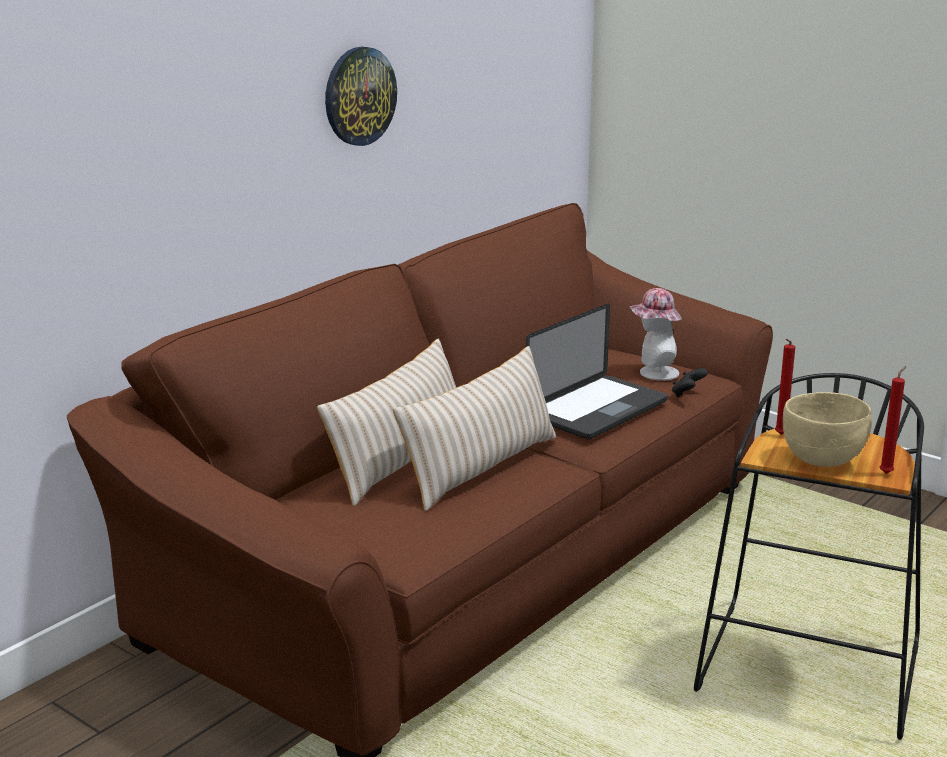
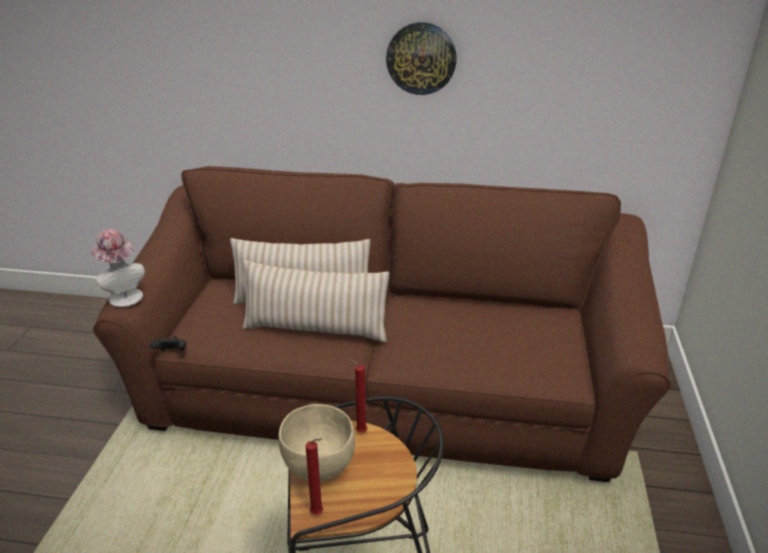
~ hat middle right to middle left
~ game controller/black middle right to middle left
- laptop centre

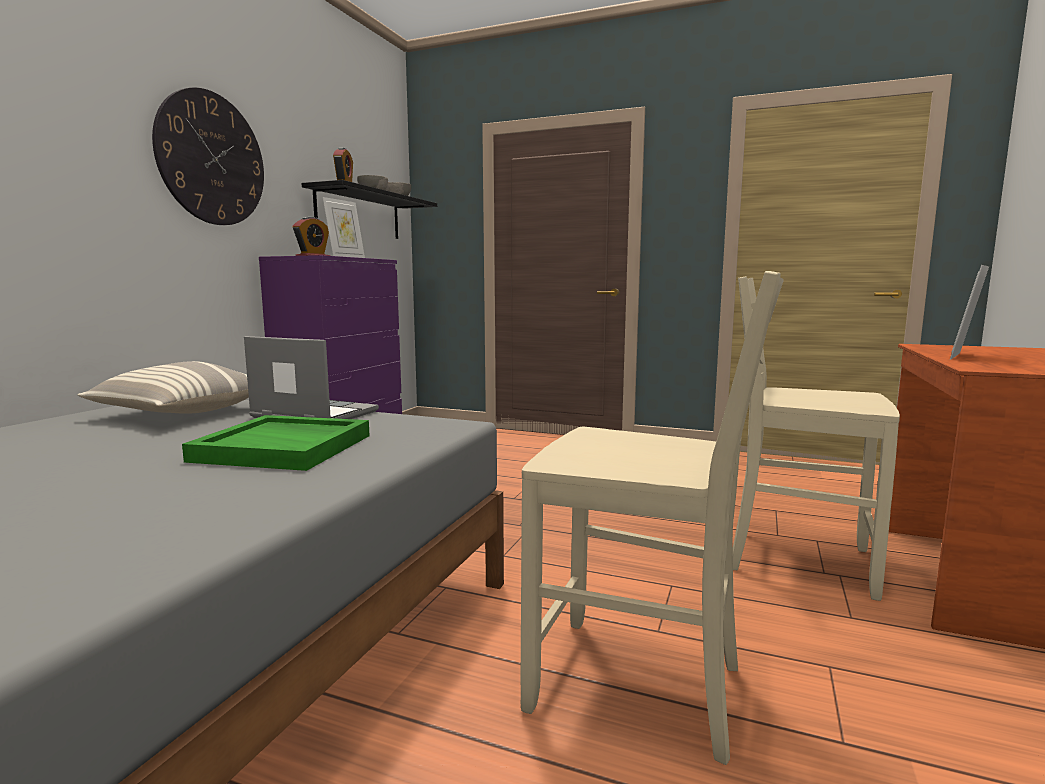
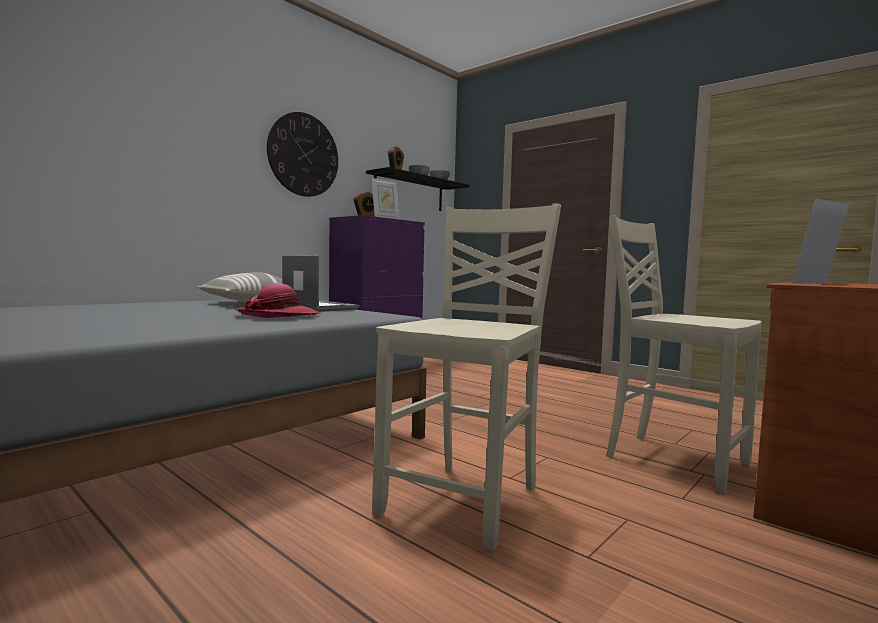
~ tray/green middle left to hat middle left
~ chair/beige (1st from left) centre = centre 105 degrees counterclockwise

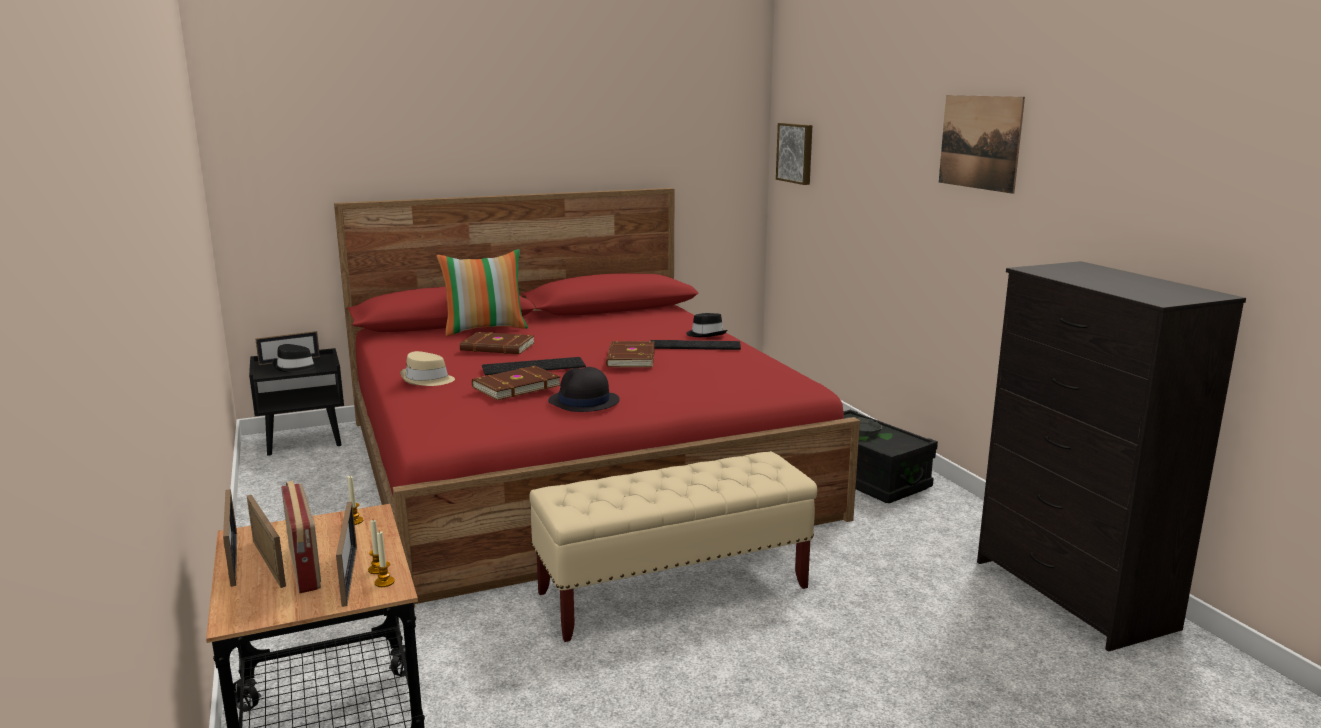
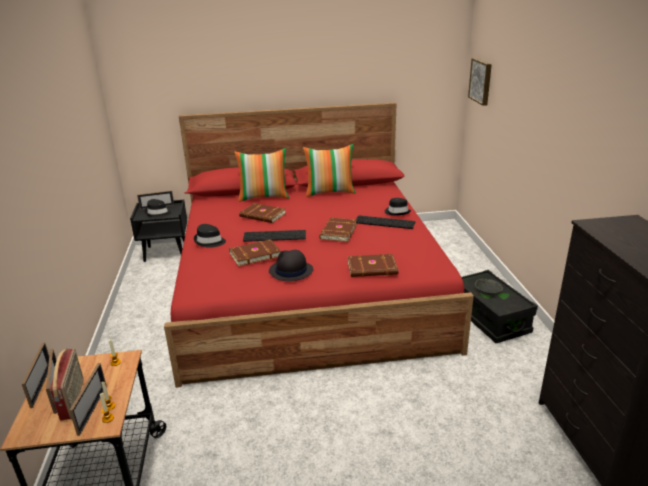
~ hat/beige middle left to hat/black (2nd from left) middle left
+ pillow (2nd from left) centre
+ book/brown (4th from left) centre
- bench/beige bottom centre
- picture (2nd from left) top right

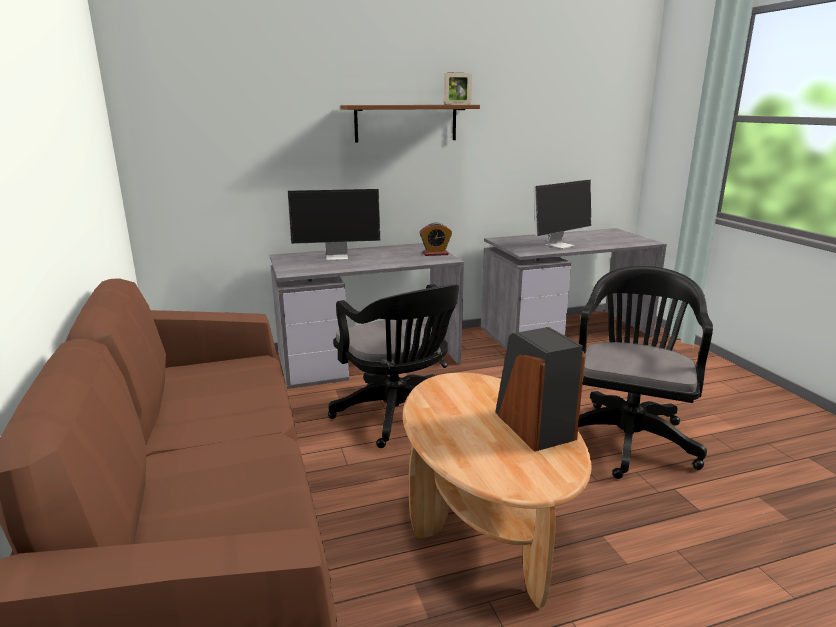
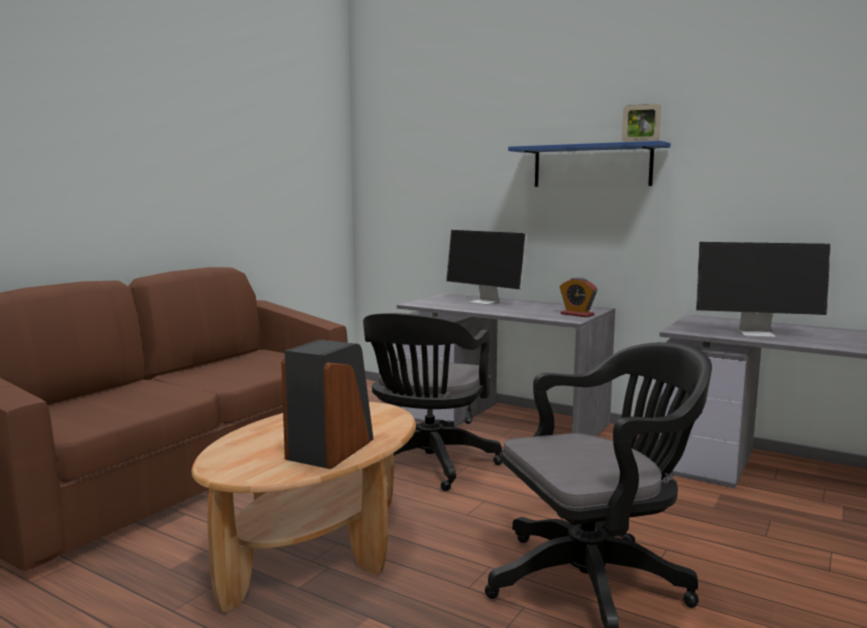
~ shelf/brown top centre to shelf/blue top right

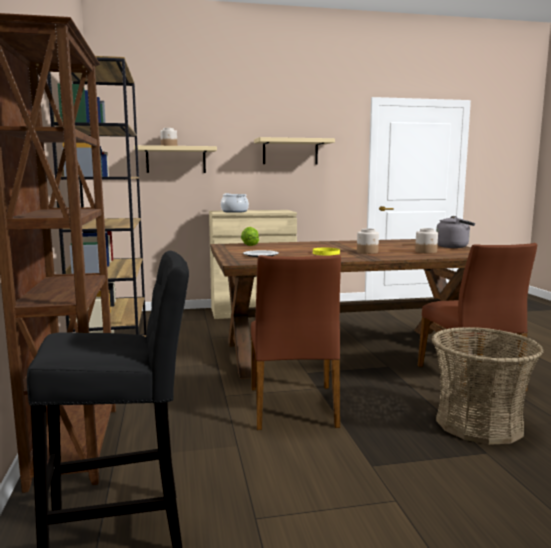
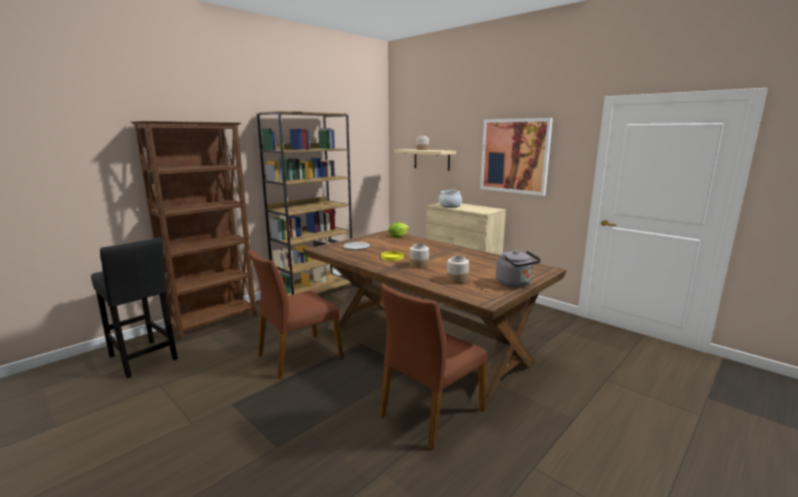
~ shelf/beige (2nd from left) top centre to picture top centre
- basket bottom right

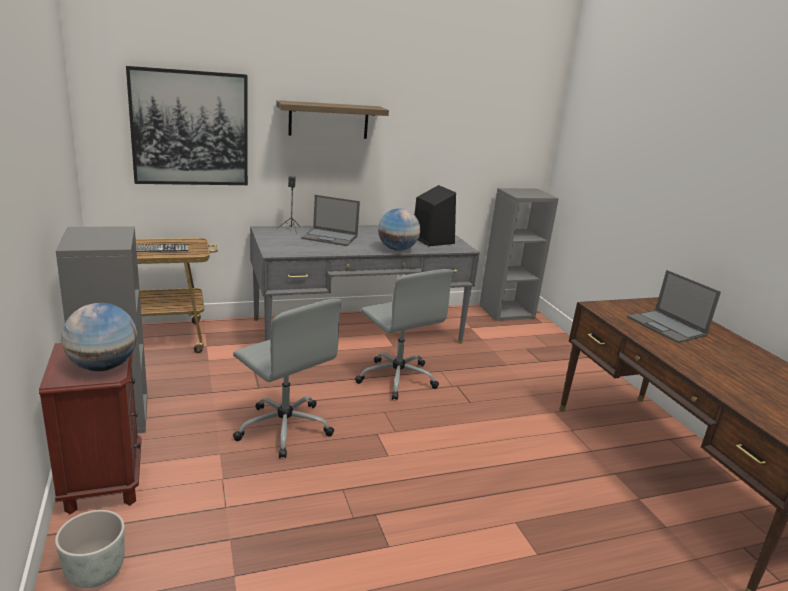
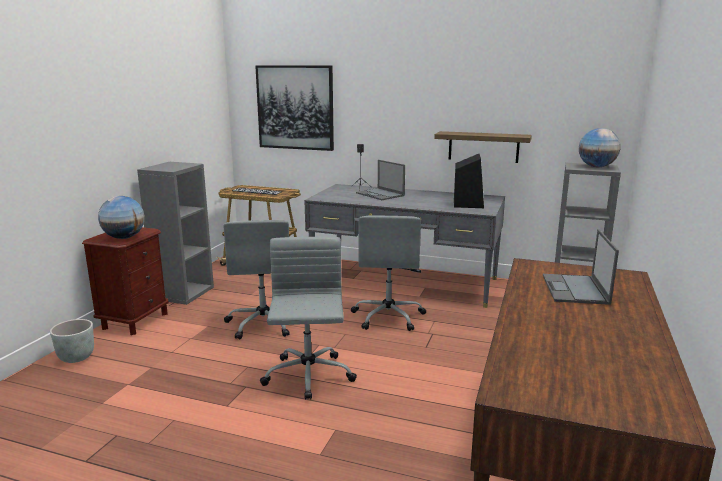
+ office chair/grey (2nd from left) centre
~ shelf top centre to top right
~ globe (2nd from left) centre to top right

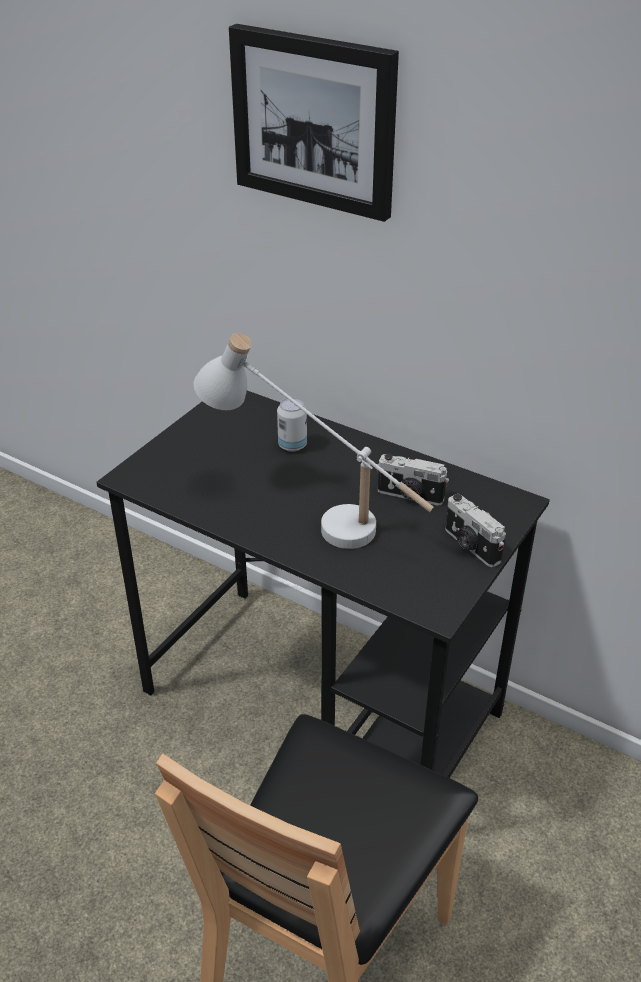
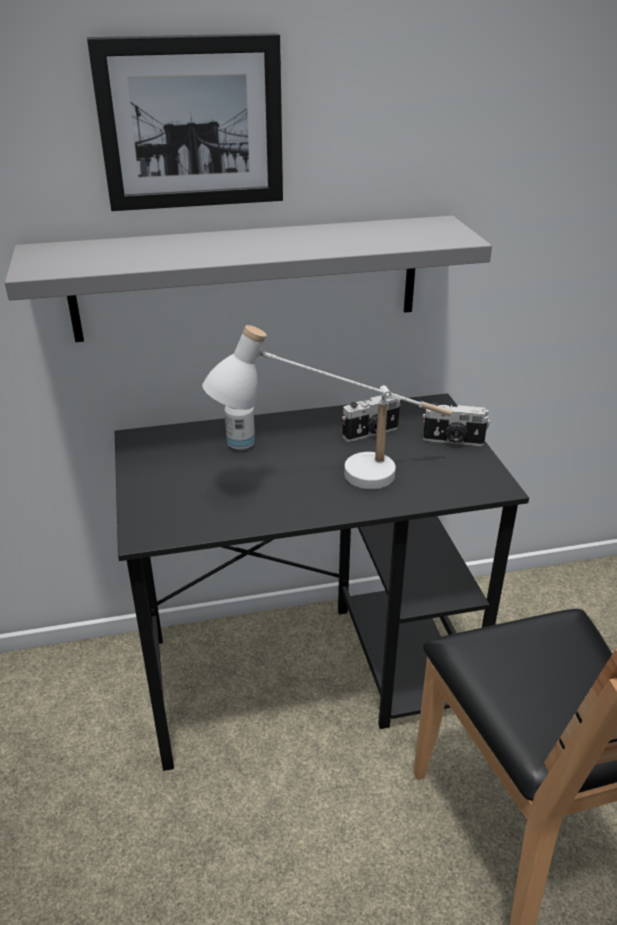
+ shelf/grey top centre

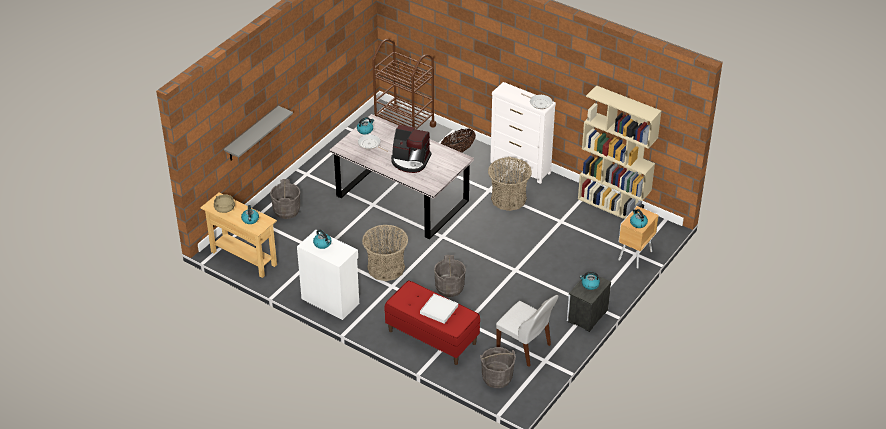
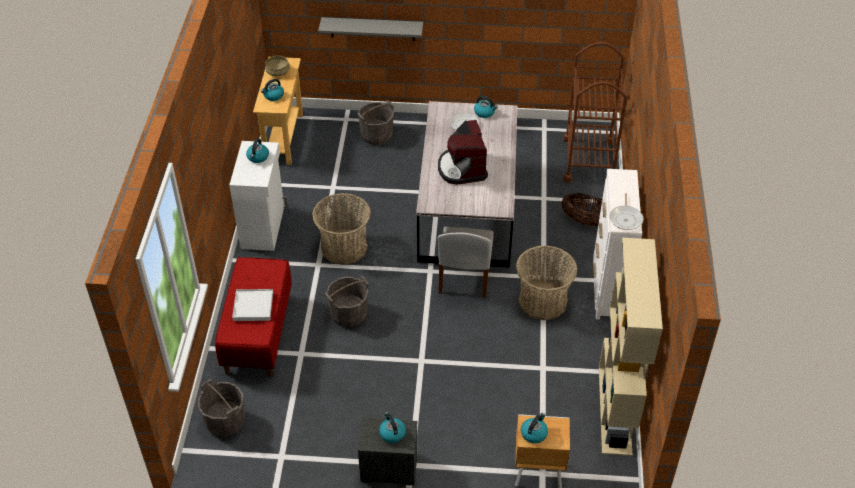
~ chair/white bottom centre to centre

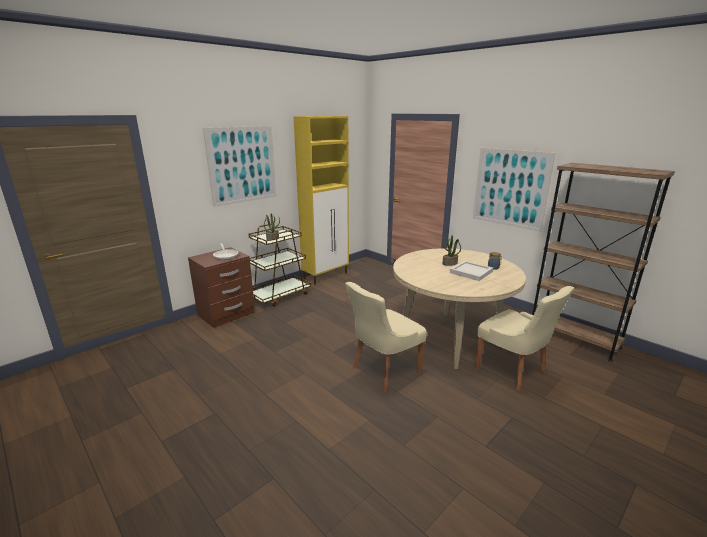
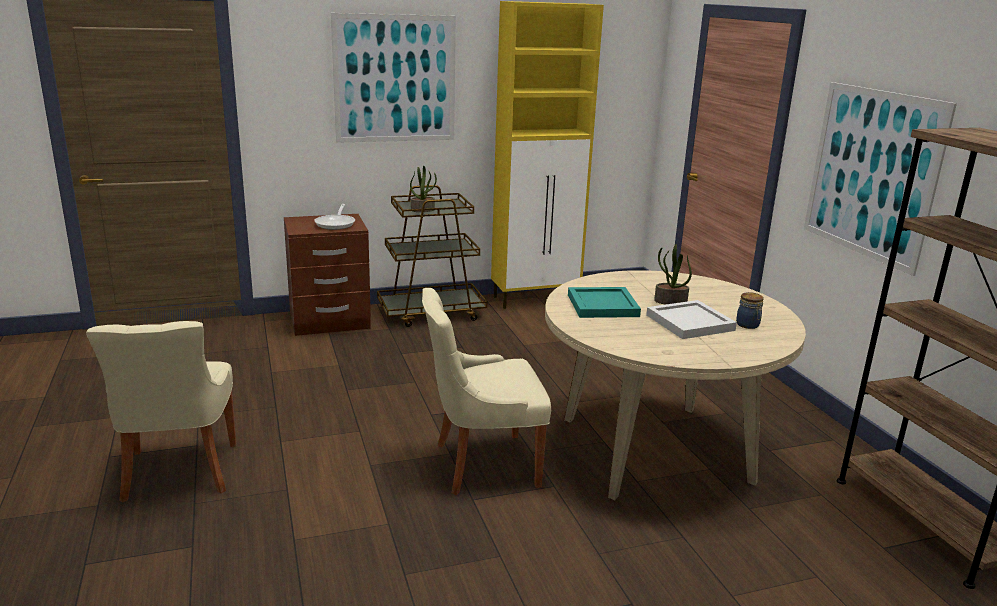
~ chair/beige (2nd from left in the first image) middle right to chair/beige (1st from left) bottom left
+ tray/turquoise centre

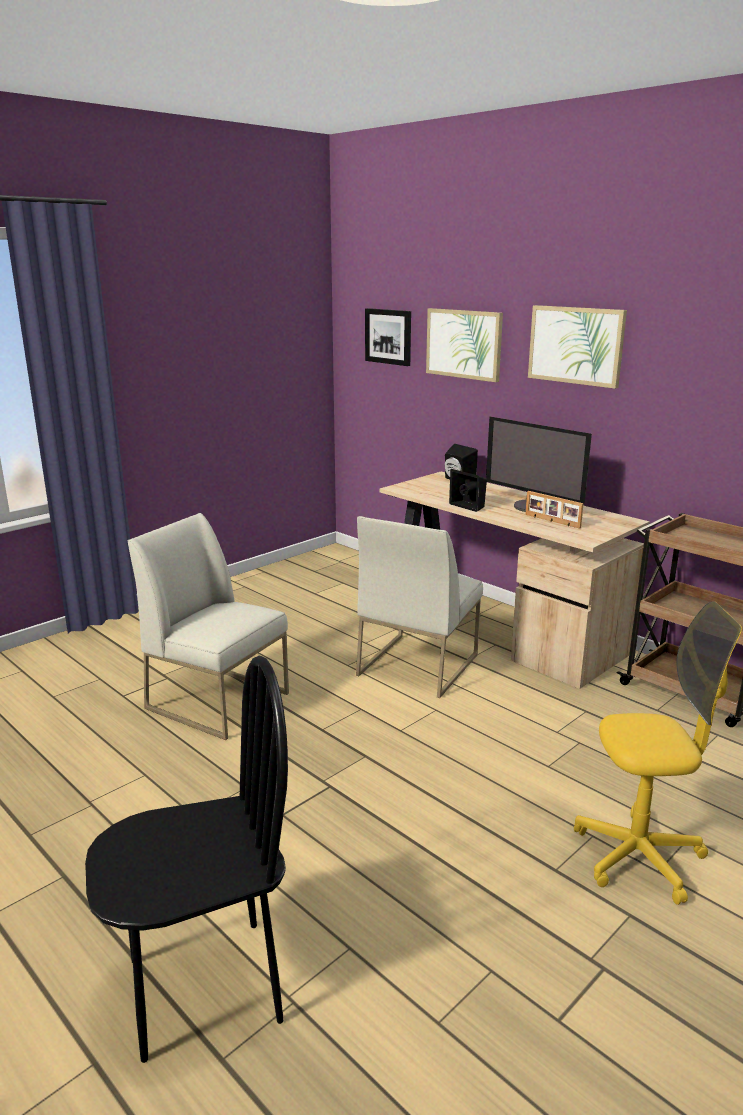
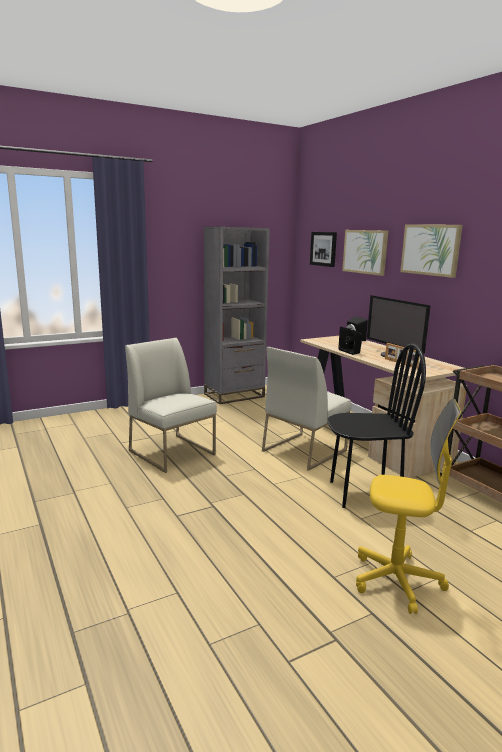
+ bookcase/grey centre
~ chair/black bottom left to middle right

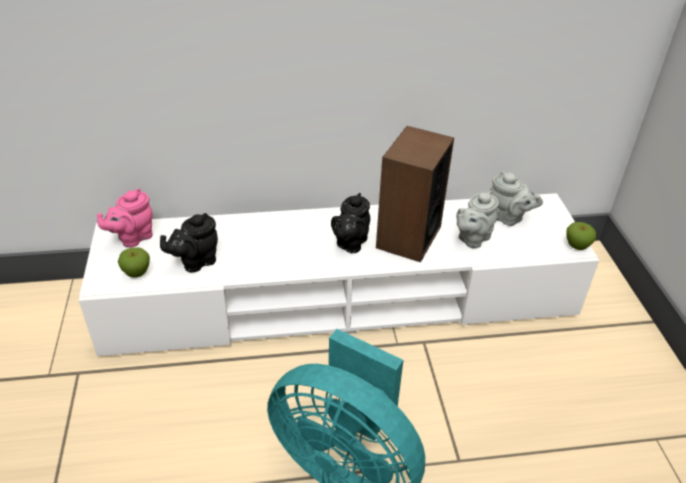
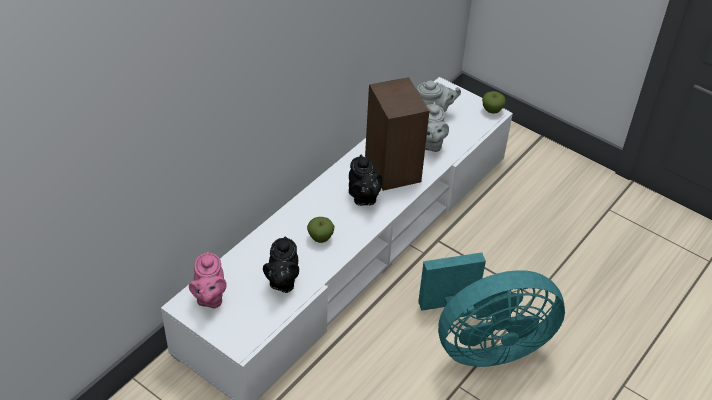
~ apple (1st from left) middle left to centre

